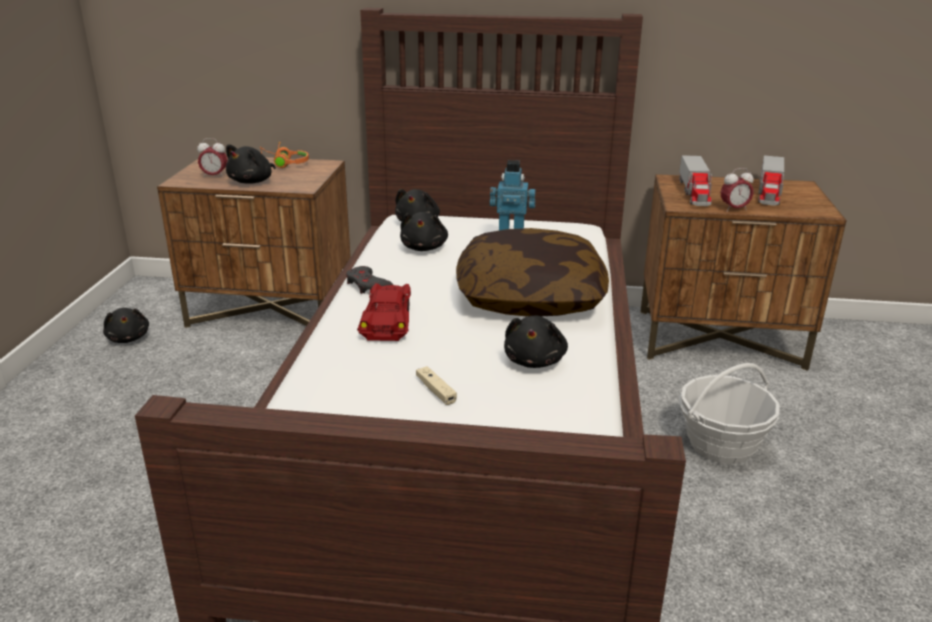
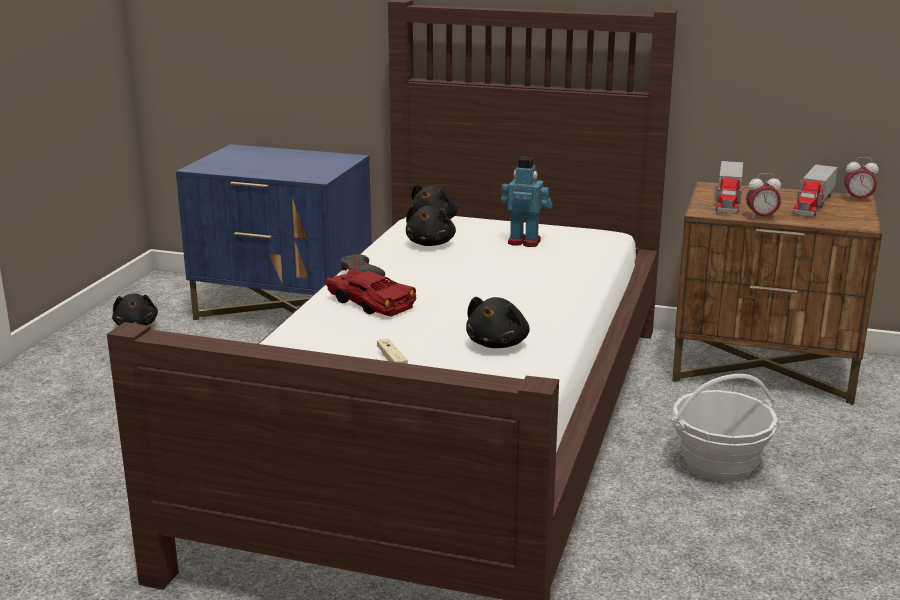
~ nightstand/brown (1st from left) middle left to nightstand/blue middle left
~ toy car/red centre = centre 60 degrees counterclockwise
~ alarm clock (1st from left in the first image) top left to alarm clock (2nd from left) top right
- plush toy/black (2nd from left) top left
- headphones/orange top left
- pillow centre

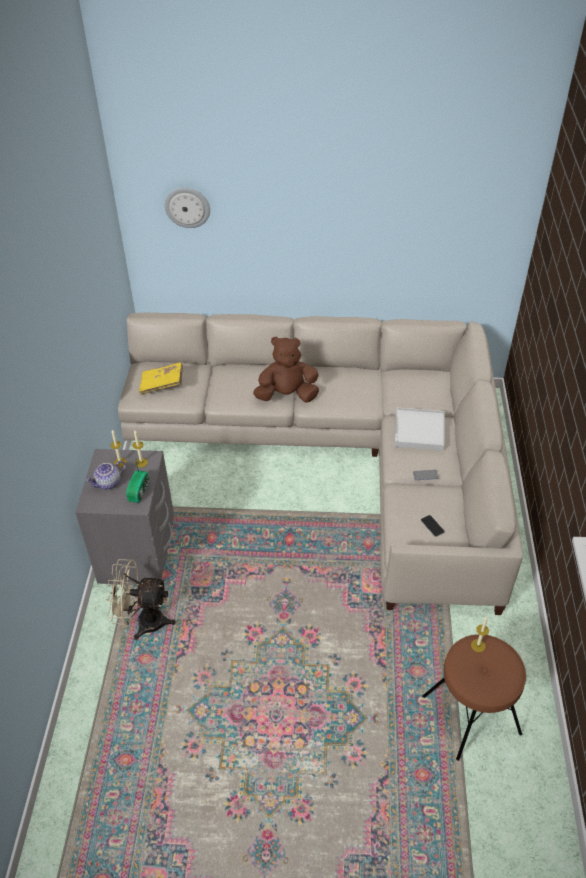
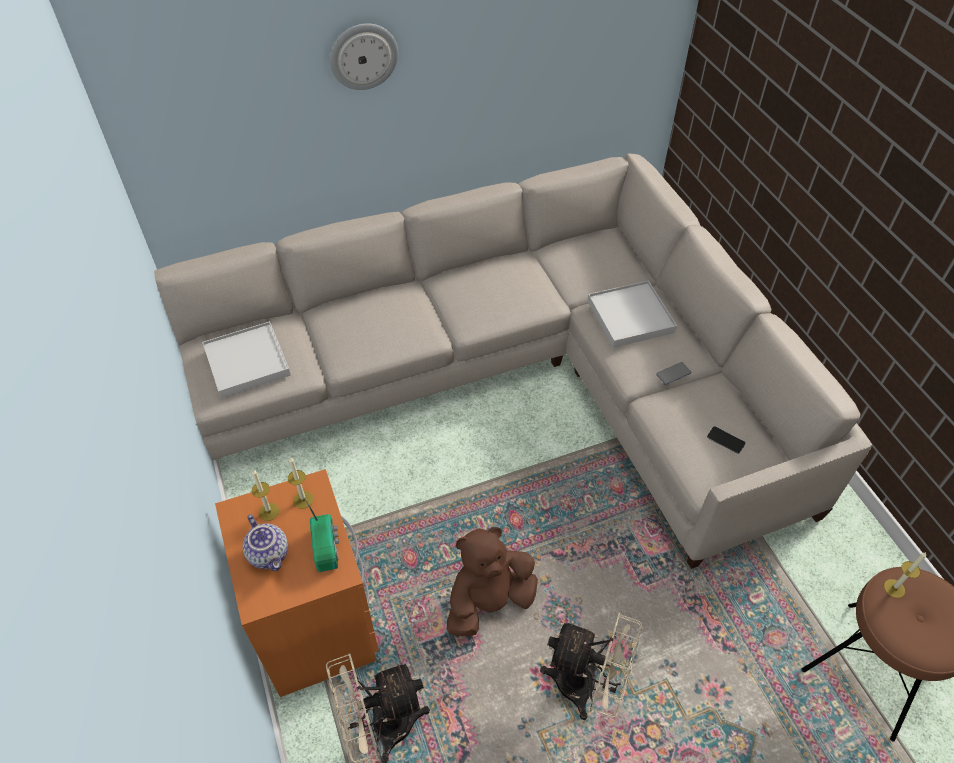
~ book/yellow middle left to tray/white (1st from left) middle left
~ nightstand/grey middle left to nightstand/orange bottom left
~ teapot middle left = bottom left 60 degrees counterclockwise
~ wall clock top left to top centre
~ plush toy/brown centre to bottom centre
+ fan/beige (2nd from left) bottom centre

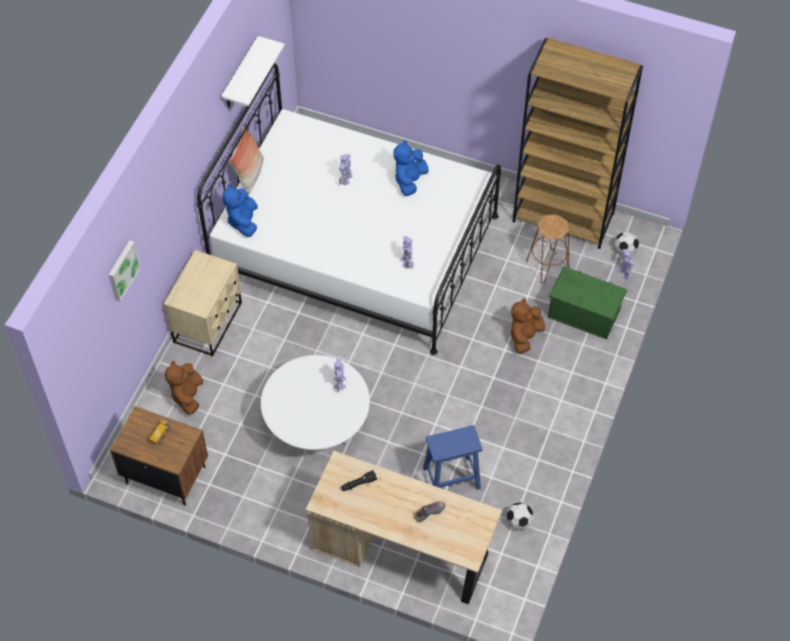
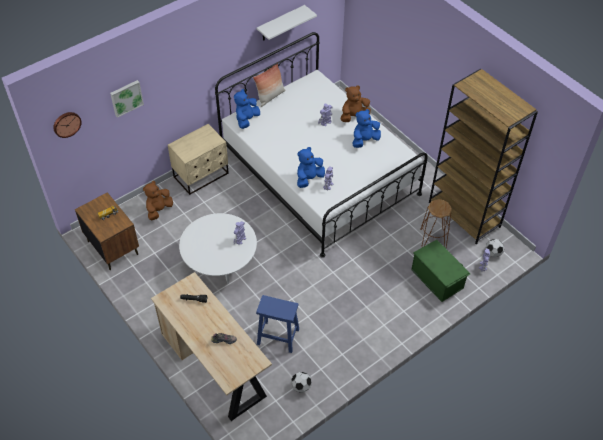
+ wall clock top left
+ plush toy/blue (2nd from left) centre
~ plush toy/brown (2nd from left) middle right to top centre

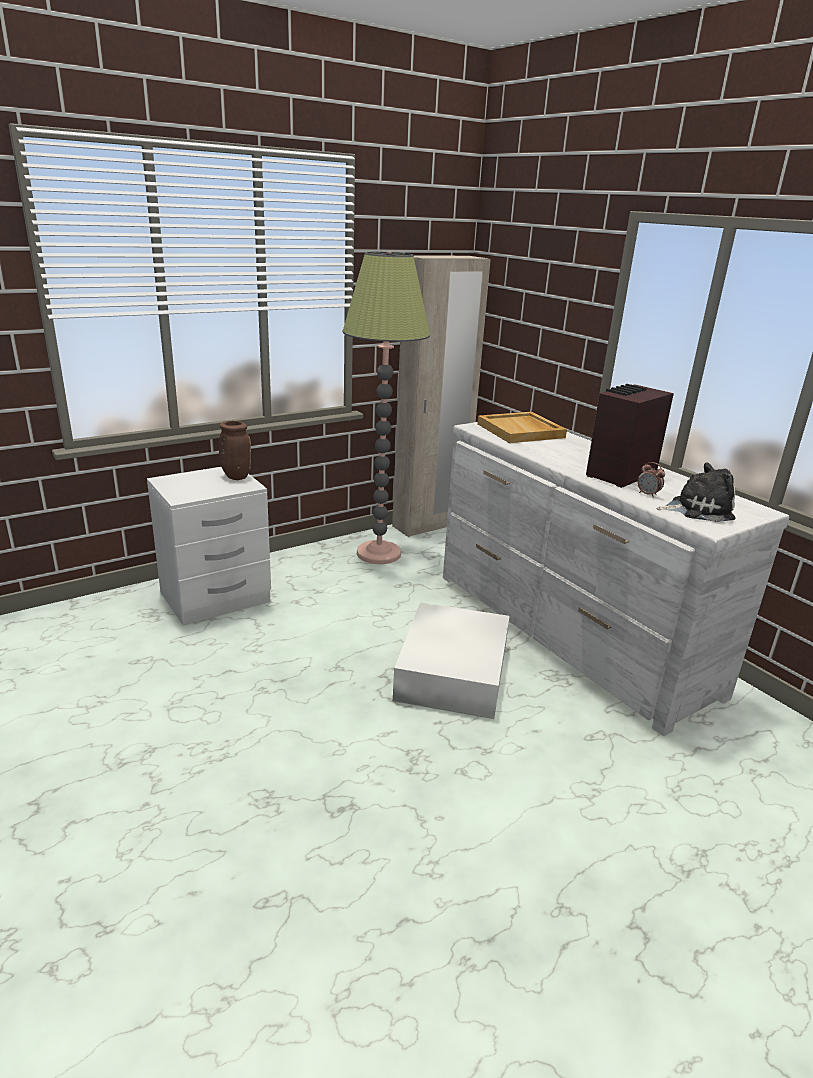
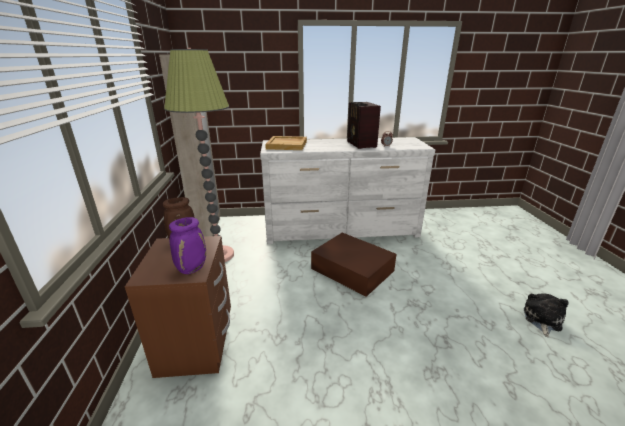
~ nightstand/white middle left to nightstand/brown bottom left
+ vase/purple middle left
~ storage box/white centre to storage box/brown centre
~ plush toy middle right to bottom right

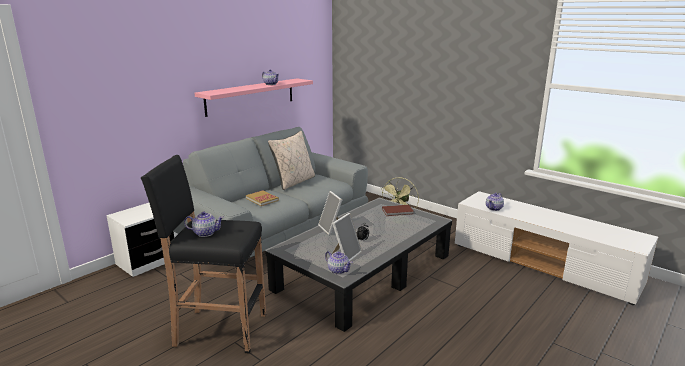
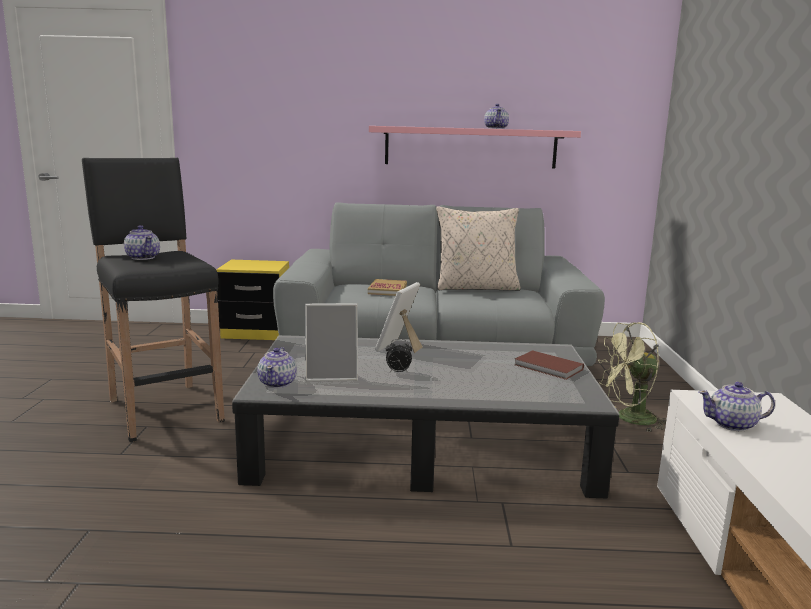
~ nightstand/white middle left to nightstand/yellow middle left

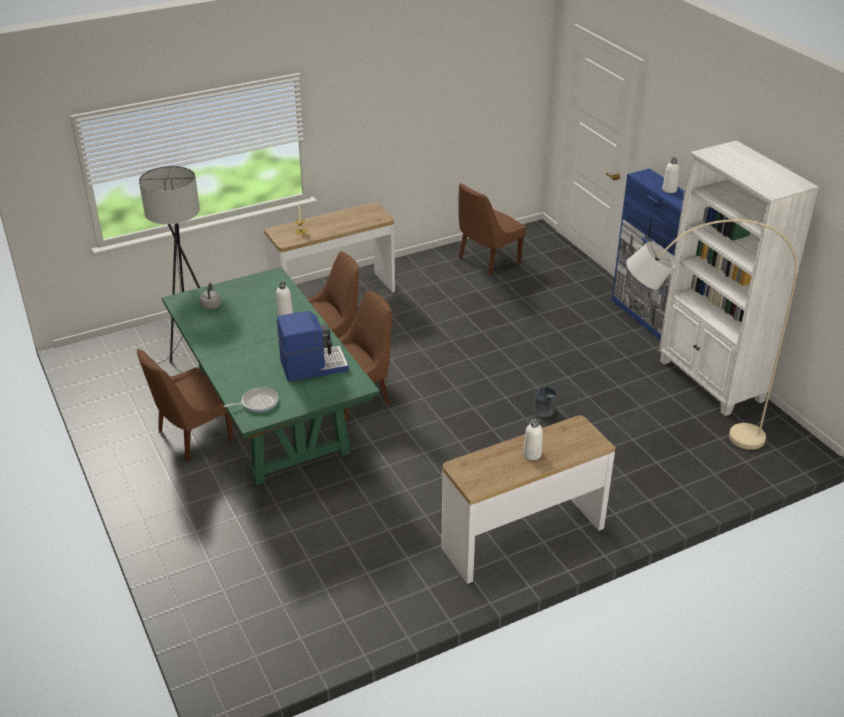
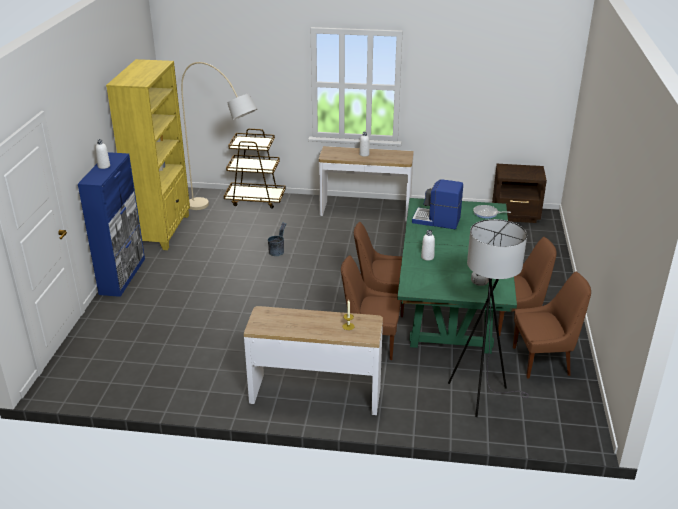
~ bookcase/white middle right to bookcase/yellow top left
+ cart/brown top centre
+ nightstand/brown middle right
~ chair/brown (4th from left) top centre to middle right

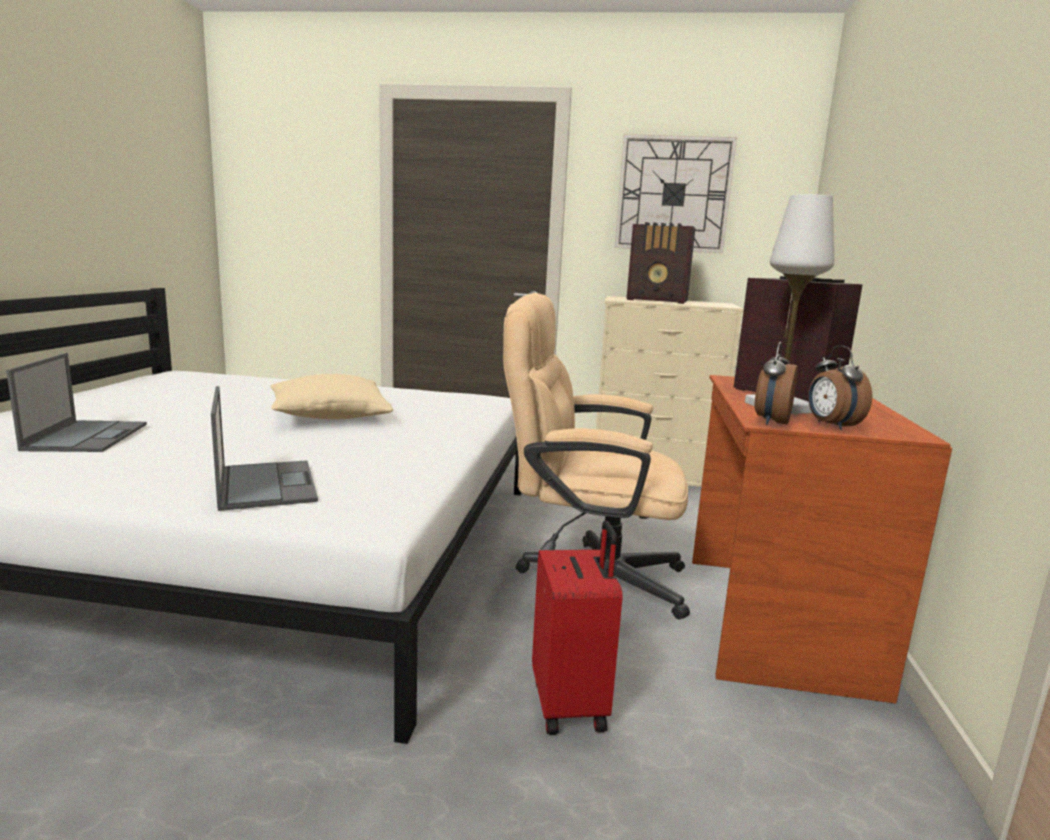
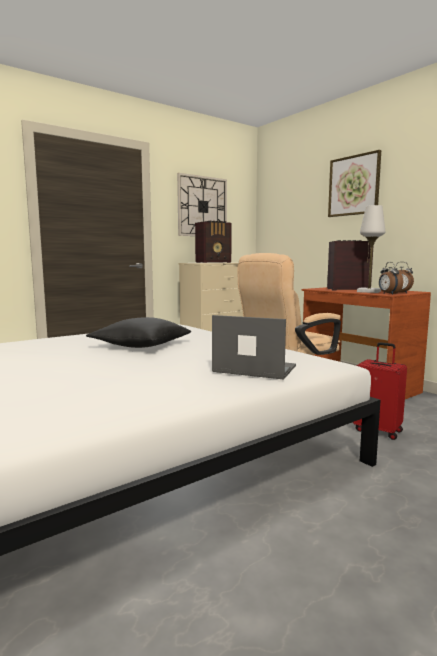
~ pillow/beige middle left to pillow/black middle left
+ picture top right
- laptop (1st from left) middle left

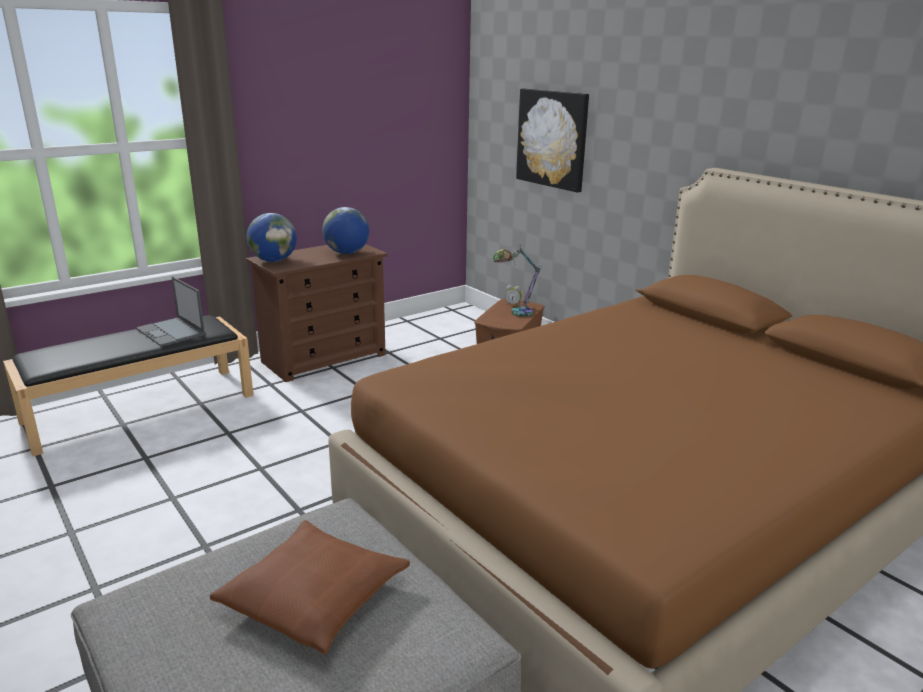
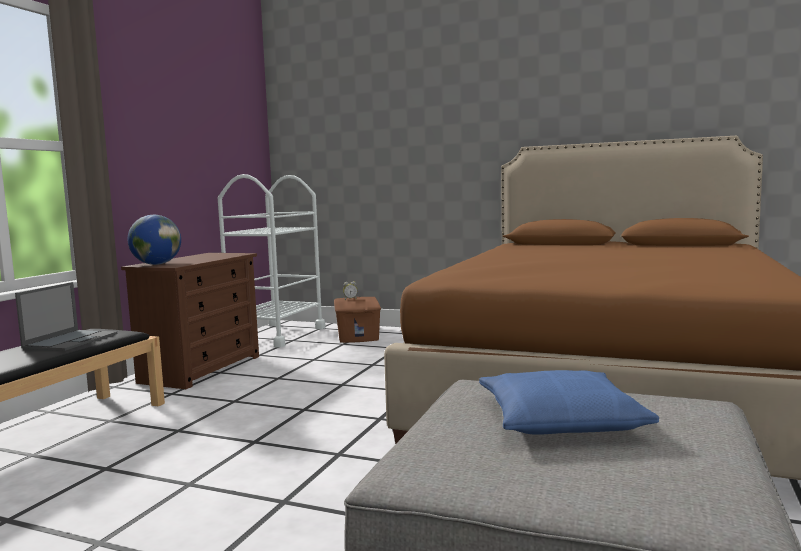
~ laptop middle left = middle left 90 degrees counterclockwise
+ cart/white centre
~ pillow/brown bottom centre to pillow/blue bottom right
- globe (2nd from left) top centre
- table lamp centre
- picture top centre

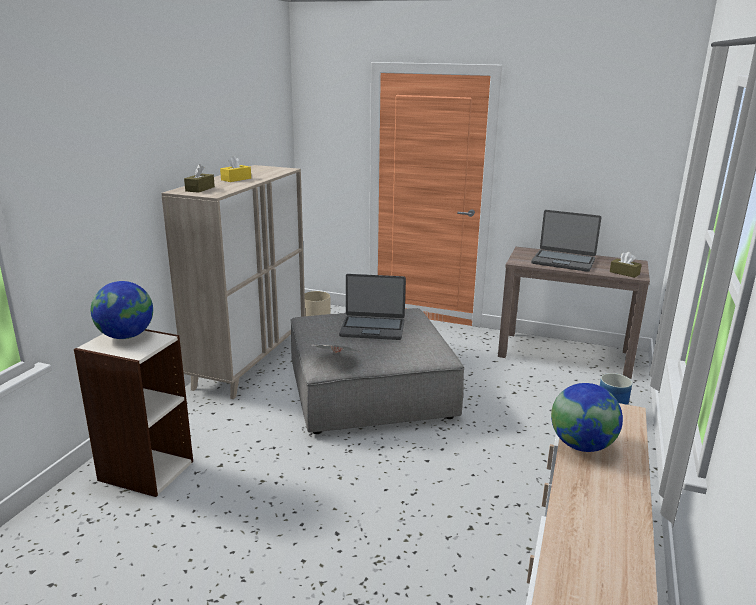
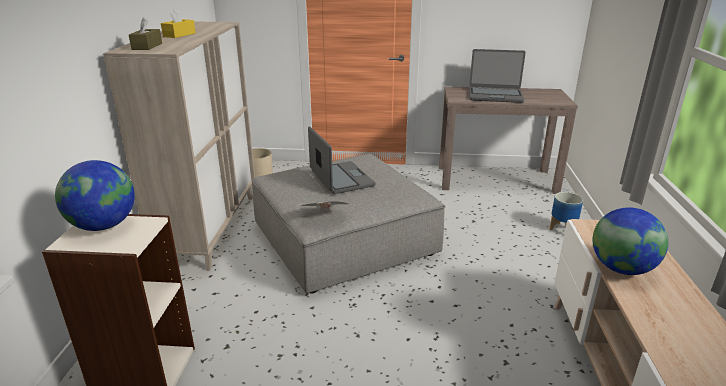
~ laptop (1st from left) centre = centre 105 degrees counterclockwise
- tissue box/brown (2nd from left) middle right

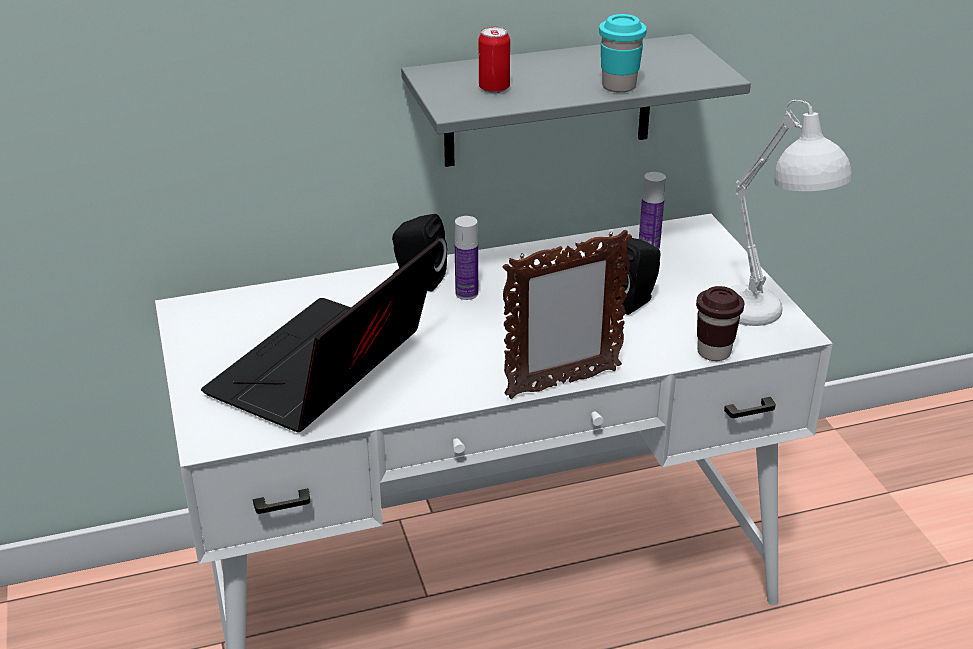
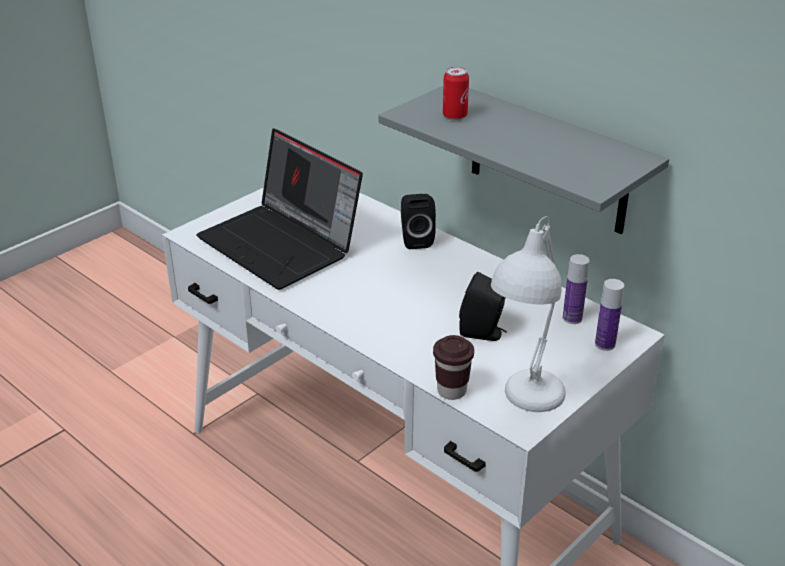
~ laptop middle left = centre 135 degrees counterclockwise
~ bottle (1st from left in the first image) centre to bottle (2nd from left) middle right
- picture frame centre
- cup/turquoise top centre

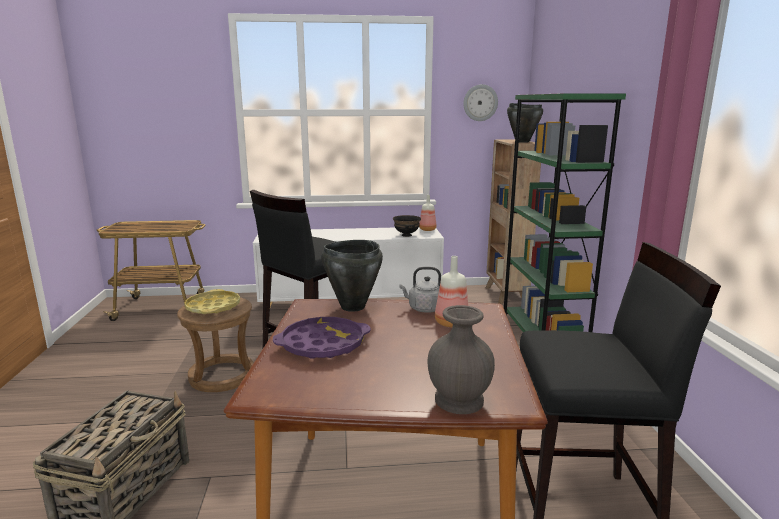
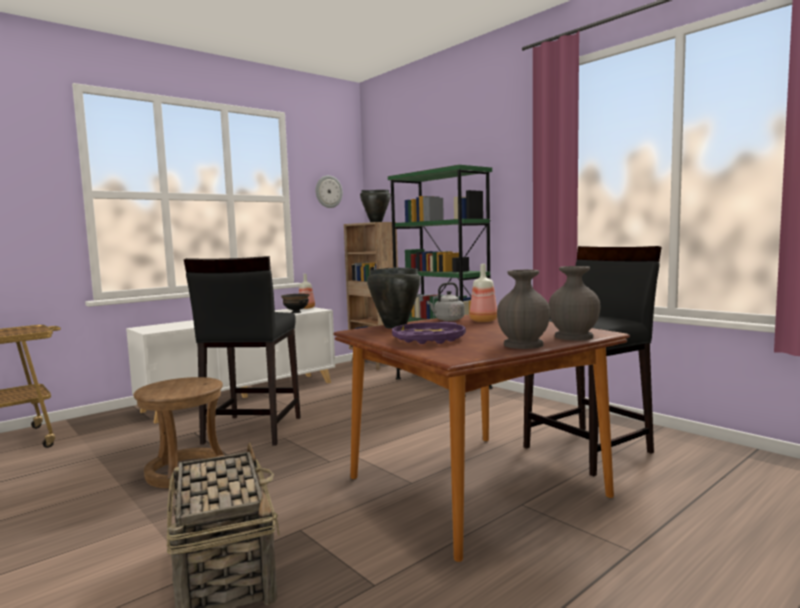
+ vase/grey (1st from left) centre
- tray/yellow middle left

